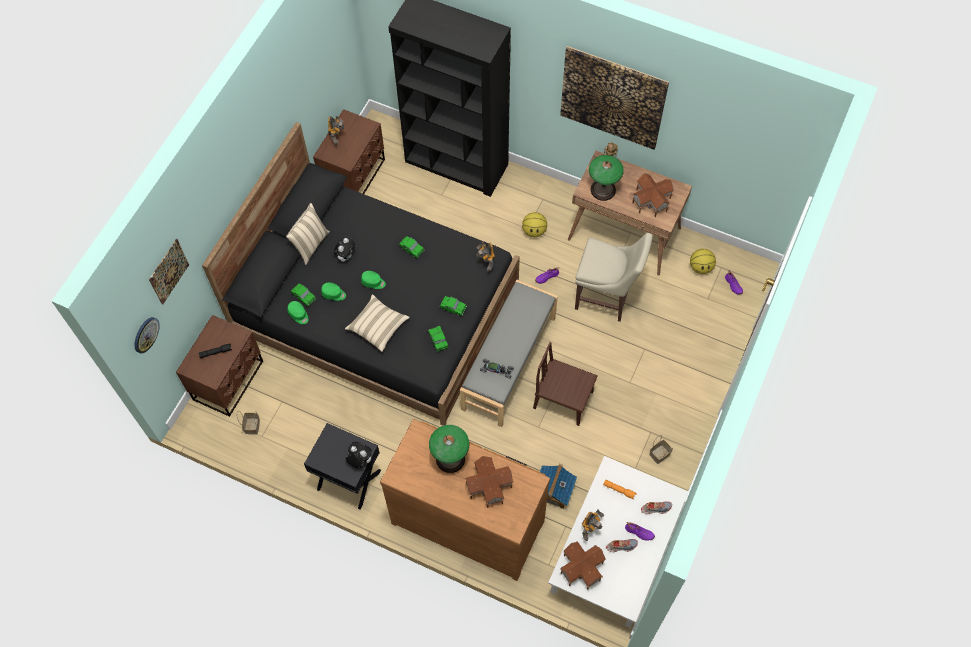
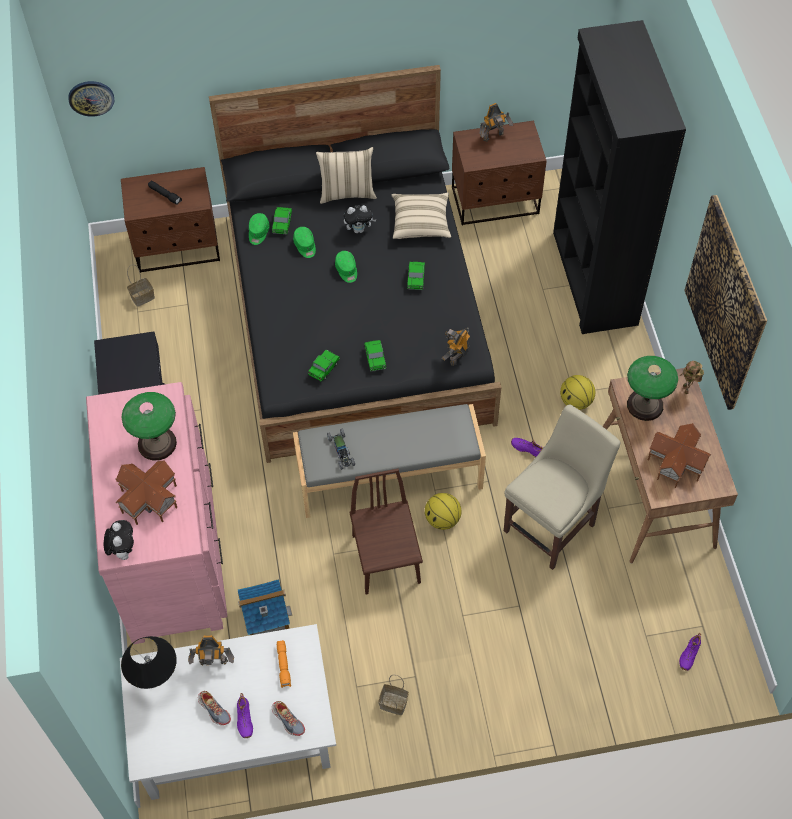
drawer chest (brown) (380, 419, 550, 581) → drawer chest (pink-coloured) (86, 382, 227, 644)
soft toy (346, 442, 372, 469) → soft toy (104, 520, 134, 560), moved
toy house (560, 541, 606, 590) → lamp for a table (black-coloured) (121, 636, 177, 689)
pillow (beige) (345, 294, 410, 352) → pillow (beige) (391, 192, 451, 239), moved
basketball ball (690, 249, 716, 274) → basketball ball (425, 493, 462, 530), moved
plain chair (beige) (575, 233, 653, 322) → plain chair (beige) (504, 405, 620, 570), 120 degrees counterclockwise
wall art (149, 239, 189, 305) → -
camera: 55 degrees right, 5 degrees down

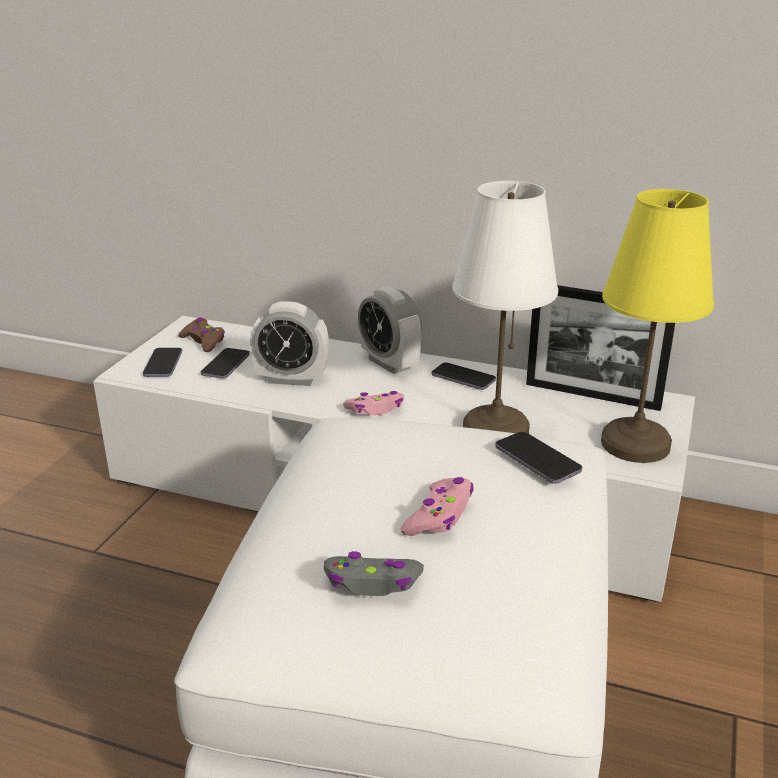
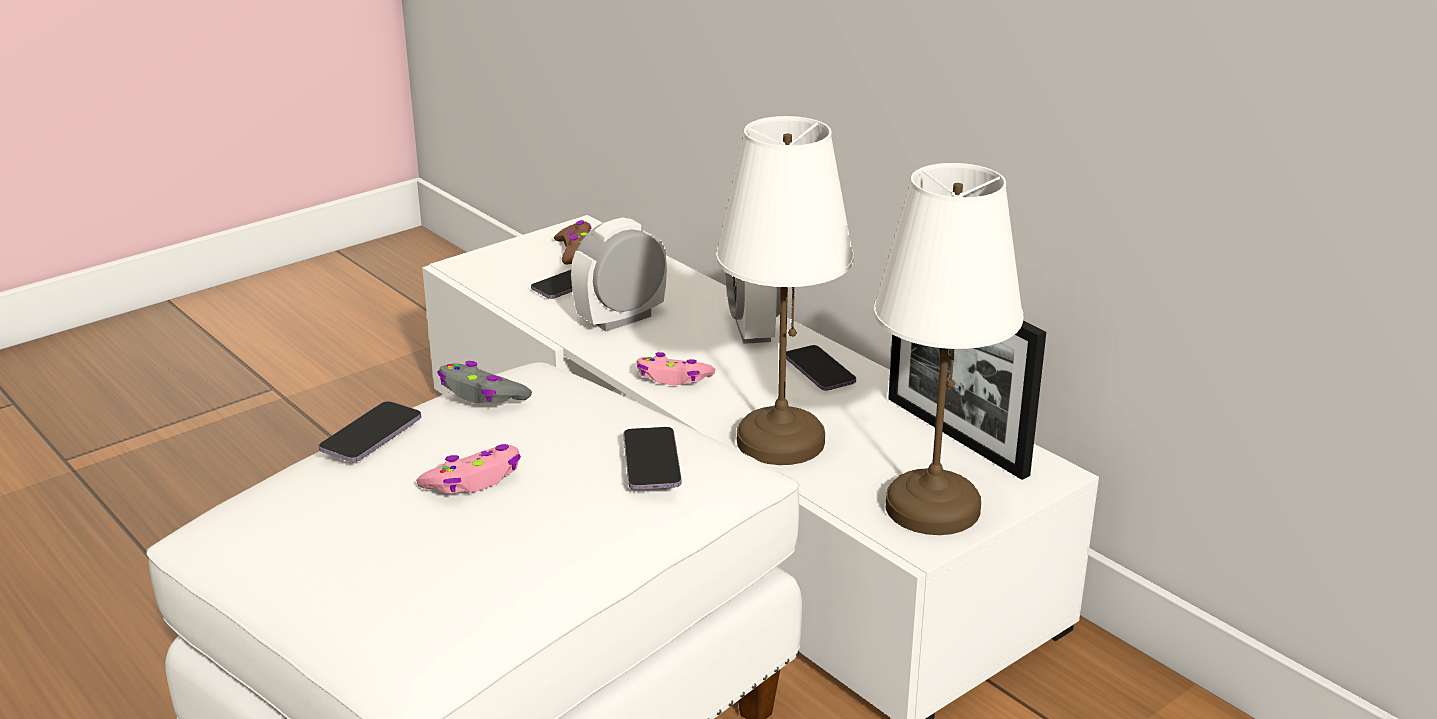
telephone (143, 348, 182, 377) → telephone (319, 401, 421, 462), moved
game controller (grey) (324, 551, 424, 596) → game controller (grey) (437, 361, 532, 404), moved
alarm clock (250, 301, 328, 386) → alarm clock (571, 217, 667, 331), 105 degrees clockwise
lamp for a table (yellow) (601, 189, 714, 463) → lamp for a table (white) (874, 163, 1023, 535)
camera: 30 degrees right, 0 degrees up

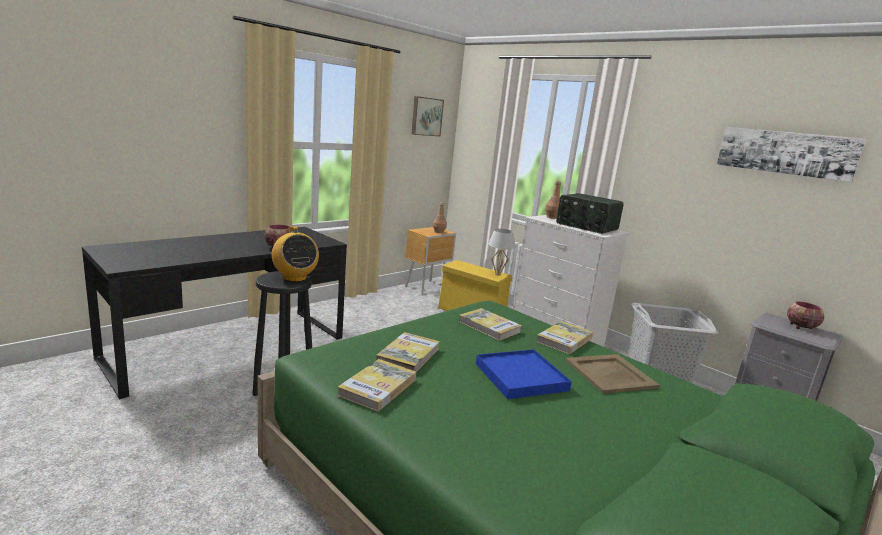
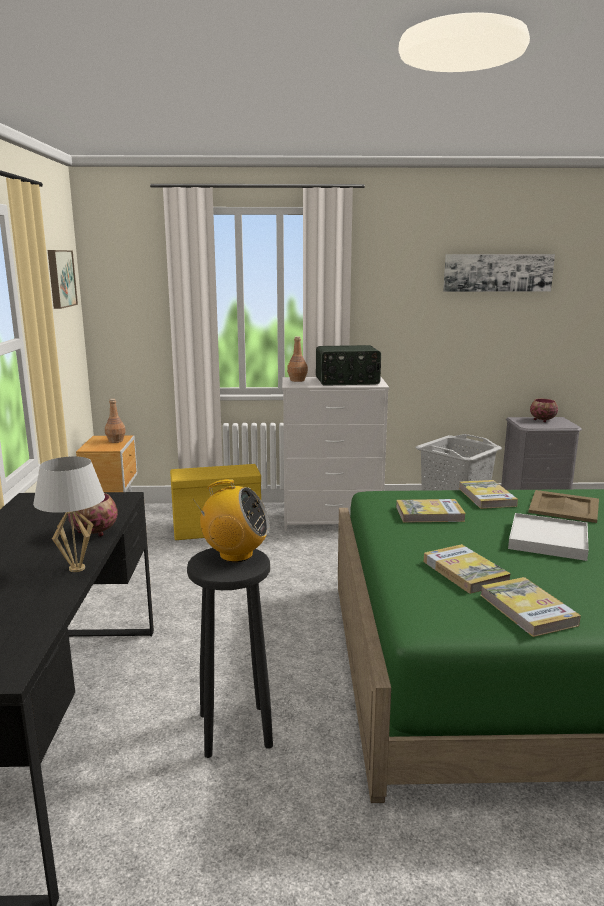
lamp for a table (white) (488, 229, 515, 276) → lamp for a table (white) (33, 456, 105, 572), moved
carrying tray (blue-coloured) (476, 349, 572, 399) → carrying tray (white) (508, 513, 589, 561)
camera: 45 degrees left, 0 degrees up

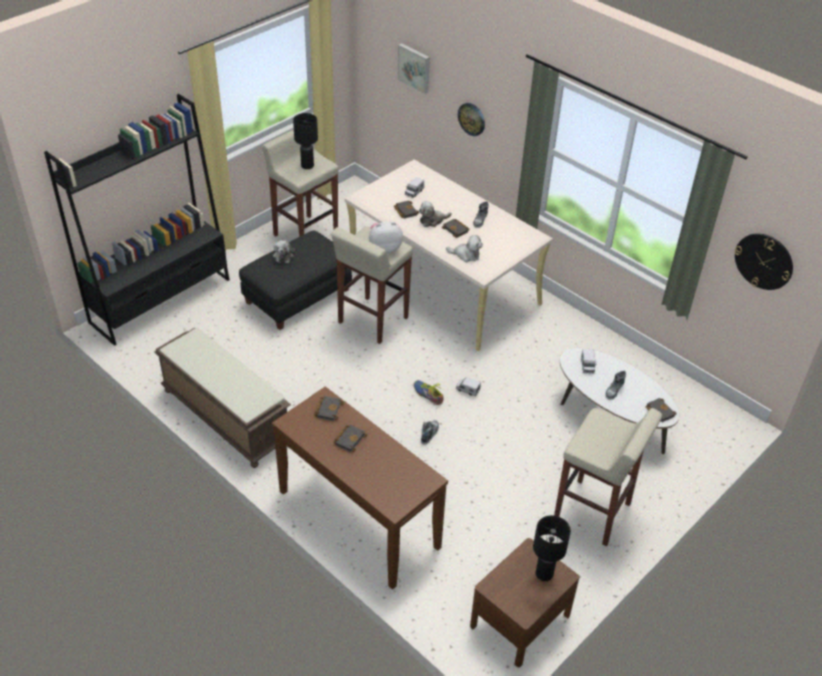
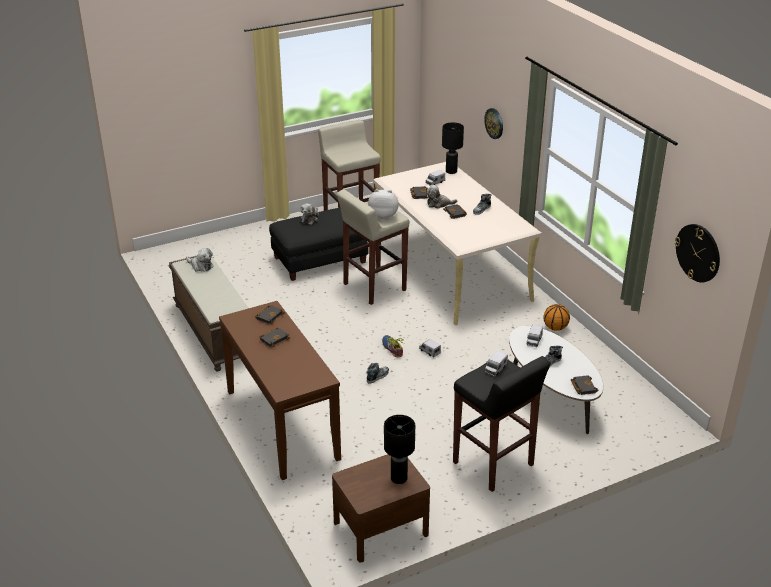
soft toy (446, 235, 483, 262) → soft toy (186, 248, 214, 272), moved
lamp for a table (black-coloured) (293, 113, 318, 169) → lamp for a table (black-coloured) (442, 122, 464, 174), moved
stool seat (beige) (554, 408, 662, 547) → stool seat (black-coloured) (453, 356, 550, 492)
- → model truck (485, 351, 508, 376)
- → basketball ball (543, 304, 570, 331)
bookcase (black-coloured) (44, 94, 230, 346) → -
wall art (397, 43, 430, 94) → -
camera: 20 degrees right, 10 degrees down

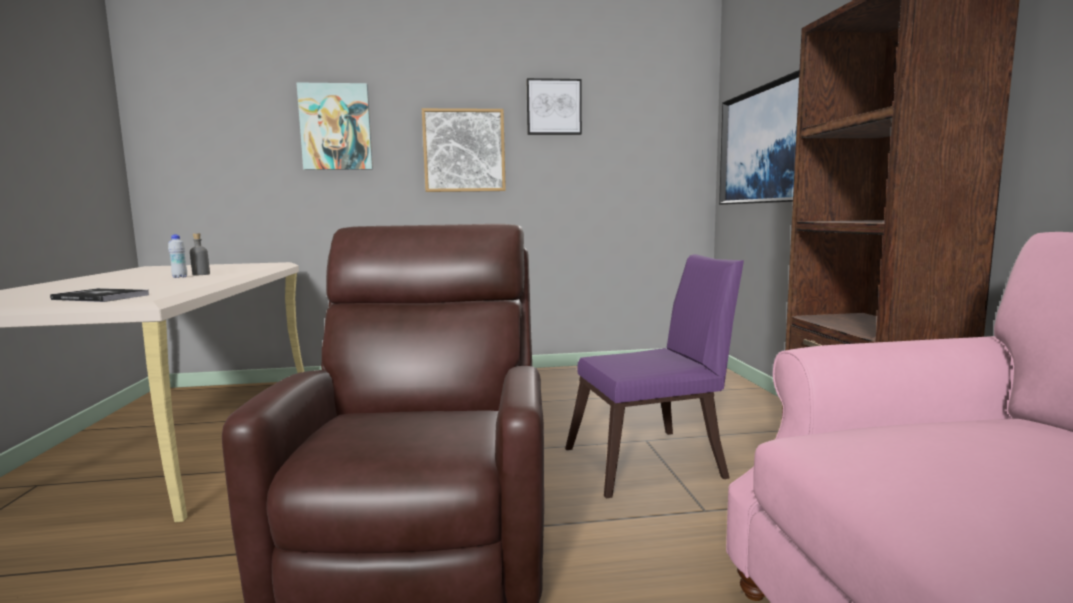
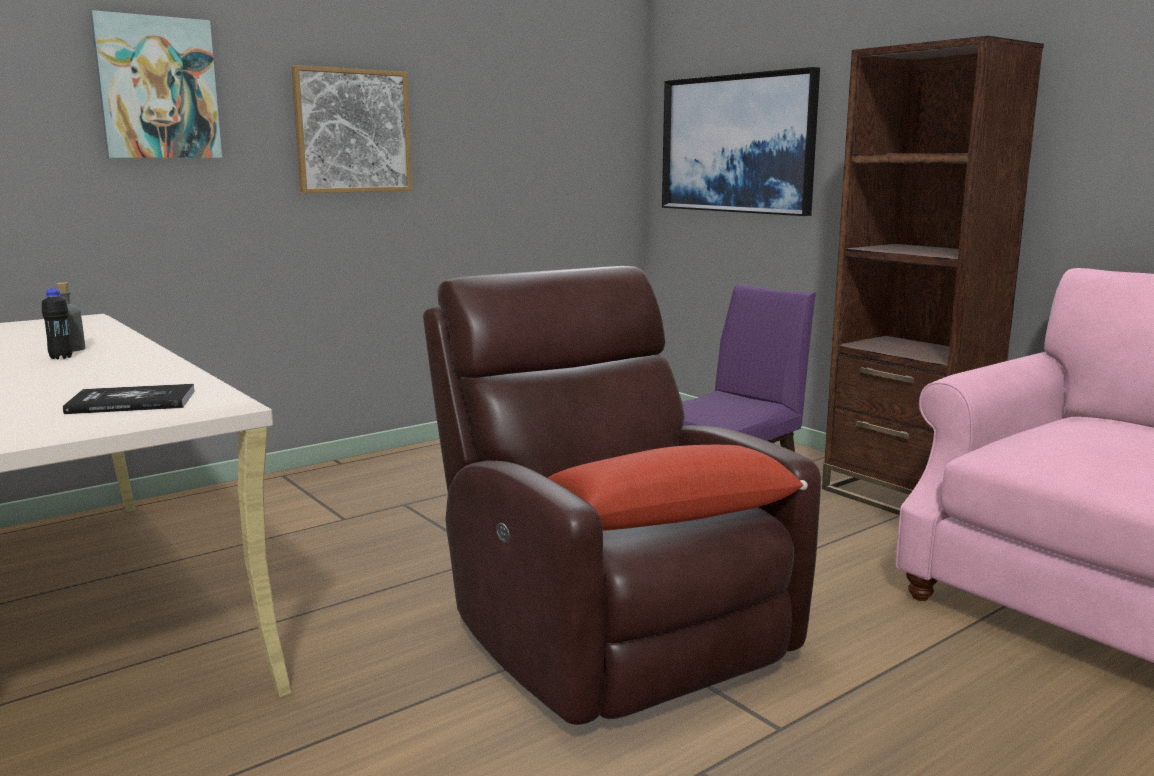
bottle (white) (168, 234, 187, 278) → bottle (black-coloured) (42, 288, 73, 359)
- → pillow (reddish) (548, 445, 808, 531)
wall art (526, 78, 582, 135) → -
camera: 30 degrees left, 5 degrees up

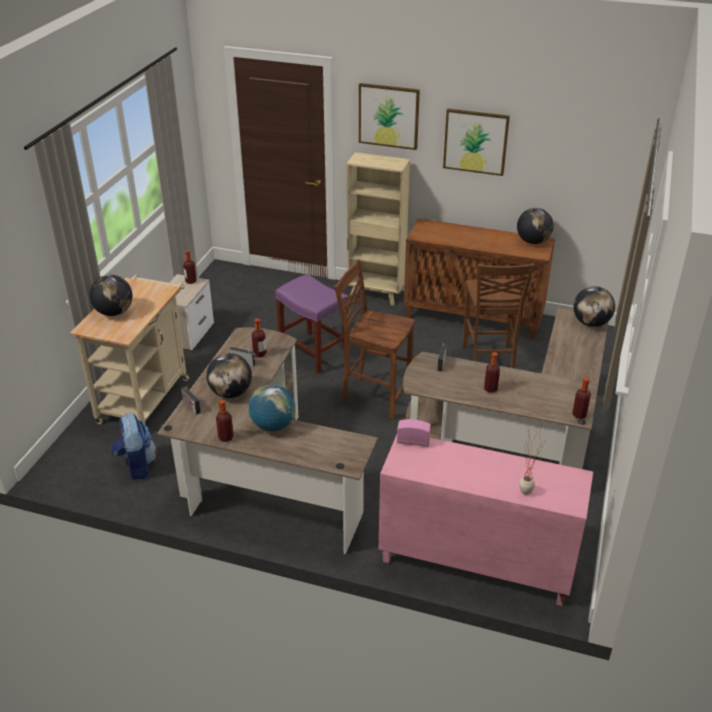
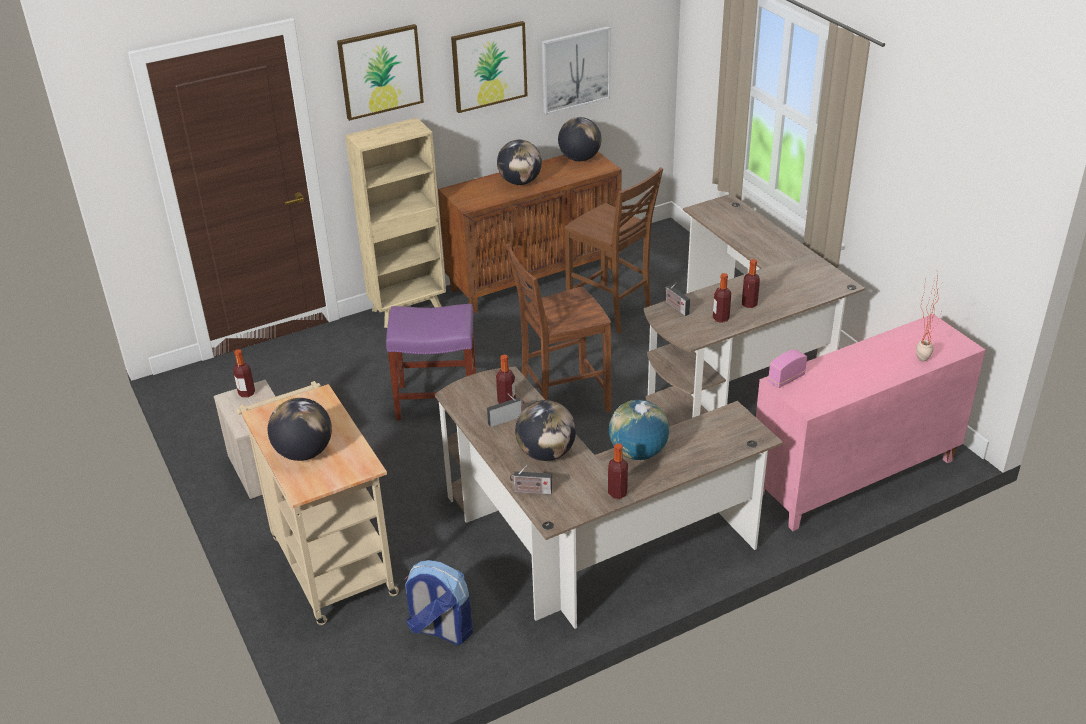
world globe (573, 286, 615, 327) → world globe (497, 140, 542, 185), moved
- → wall art (542, 26, 611, 115)
bottle (572, 378, 591, 419) → bottle (713, 273, 731, 323), moved
camera: 45 degrees left, 0 degrees up

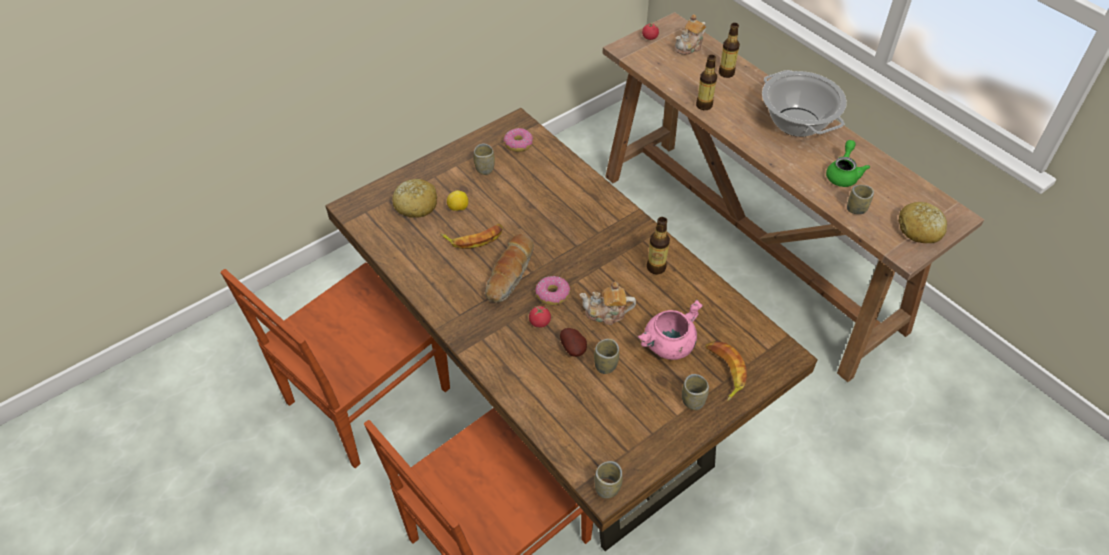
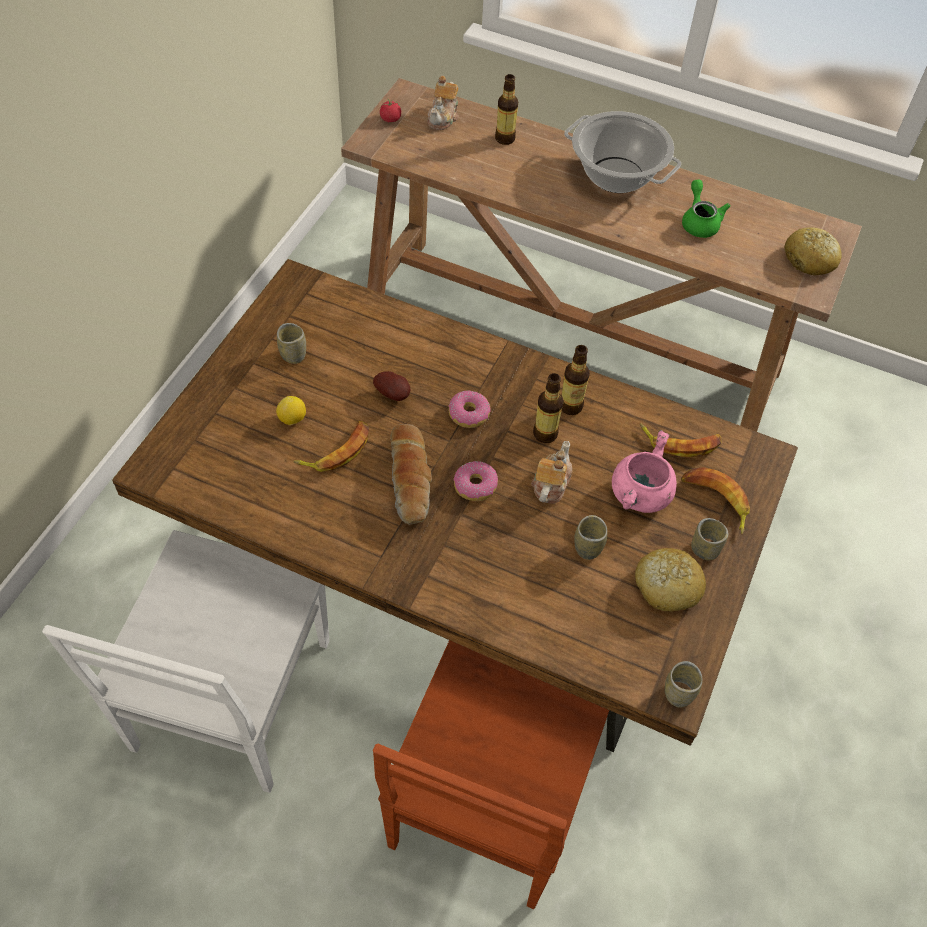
plain chair (brown) (221, 262, 450, 468) → plain chair (white) (42, 530, 329, 793)
potato (560, 328, 587, 357) → potato (373, 371, 410, 401), moved
doughnut (504, 128, 533, 152) → doughnut (448, 390, 491, 428), moved
teapot (580, 282, 636, 325) → teapot (531, 441, 573, 504), 135 degrees clockwise
bottle (696, 55, 717, 110) → bottle (533, 373, 564, 443), moved
baked bread (392, 179, 437, 218) → baked bread (635, 548, 706, 611), moved
- → banana fruit (640, 423, 722, 457)
tomato (529, 306, 551, 328) → -
cup (847, 185, 874, 214) → -
camera: 30 degrees left, 5 degrees up

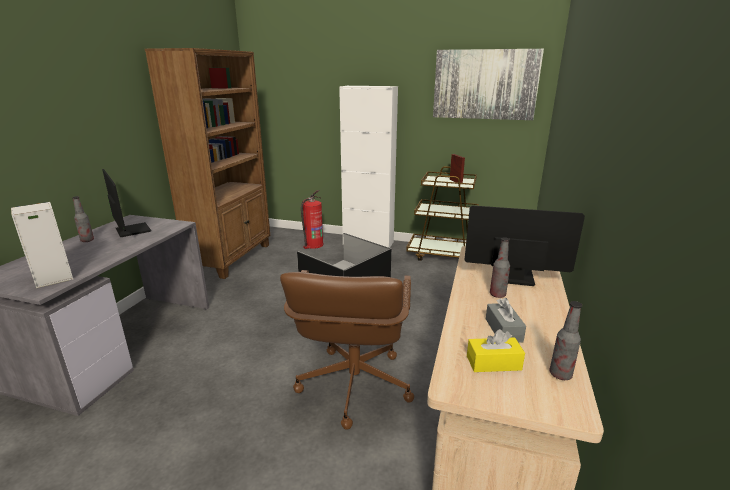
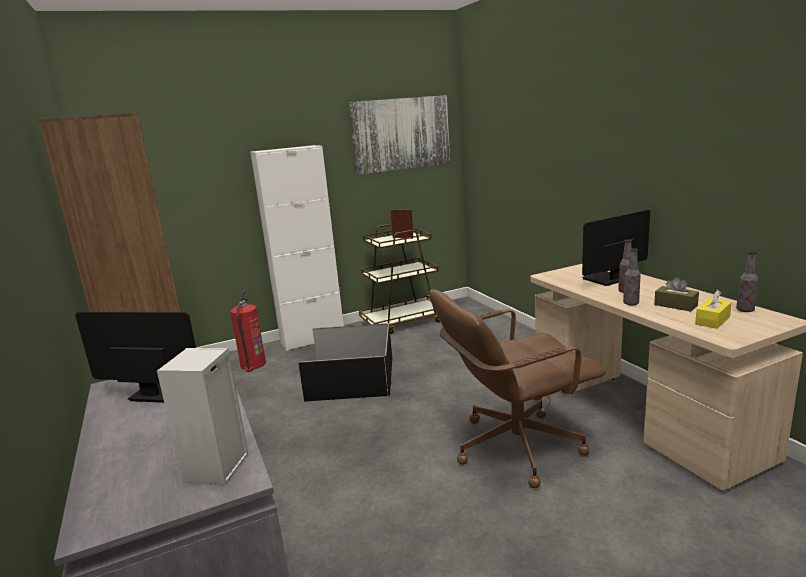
desk chair (brown) (280, 270, 414, 429) → desk chair (brown) (429, 289, 606, 488), 105 degrees clockwise
bottle (72, 196, 94, 242) → bottle (623, 248, 641, 305), moved
tissue box (grey) (486, 298, 526, 343) → tissue box (brown) (654, 277, 699, 311)
camera: 40 degrees left, 5 degrees down

